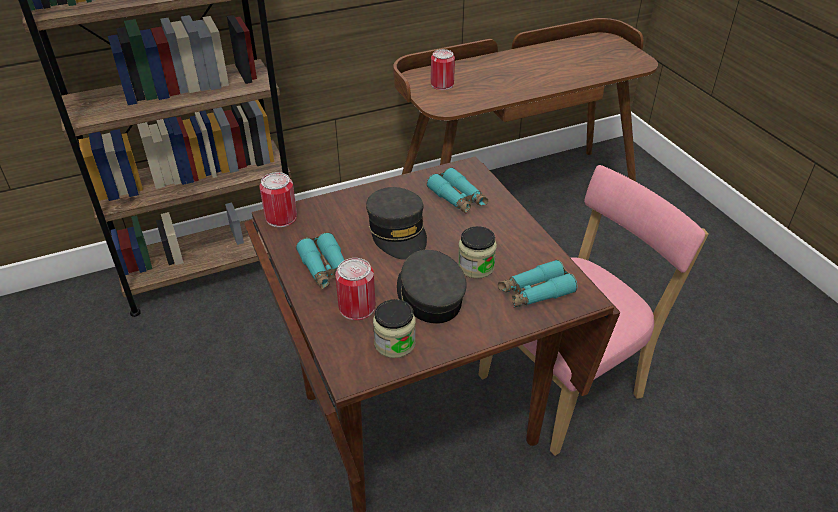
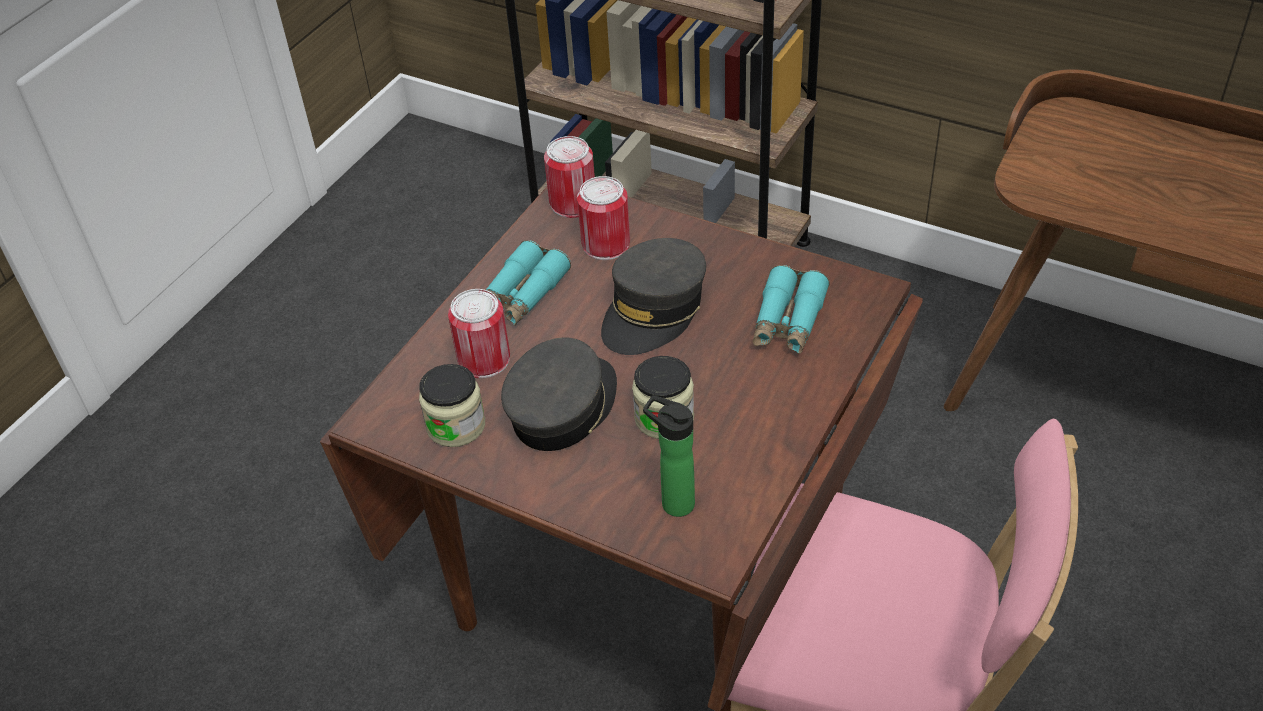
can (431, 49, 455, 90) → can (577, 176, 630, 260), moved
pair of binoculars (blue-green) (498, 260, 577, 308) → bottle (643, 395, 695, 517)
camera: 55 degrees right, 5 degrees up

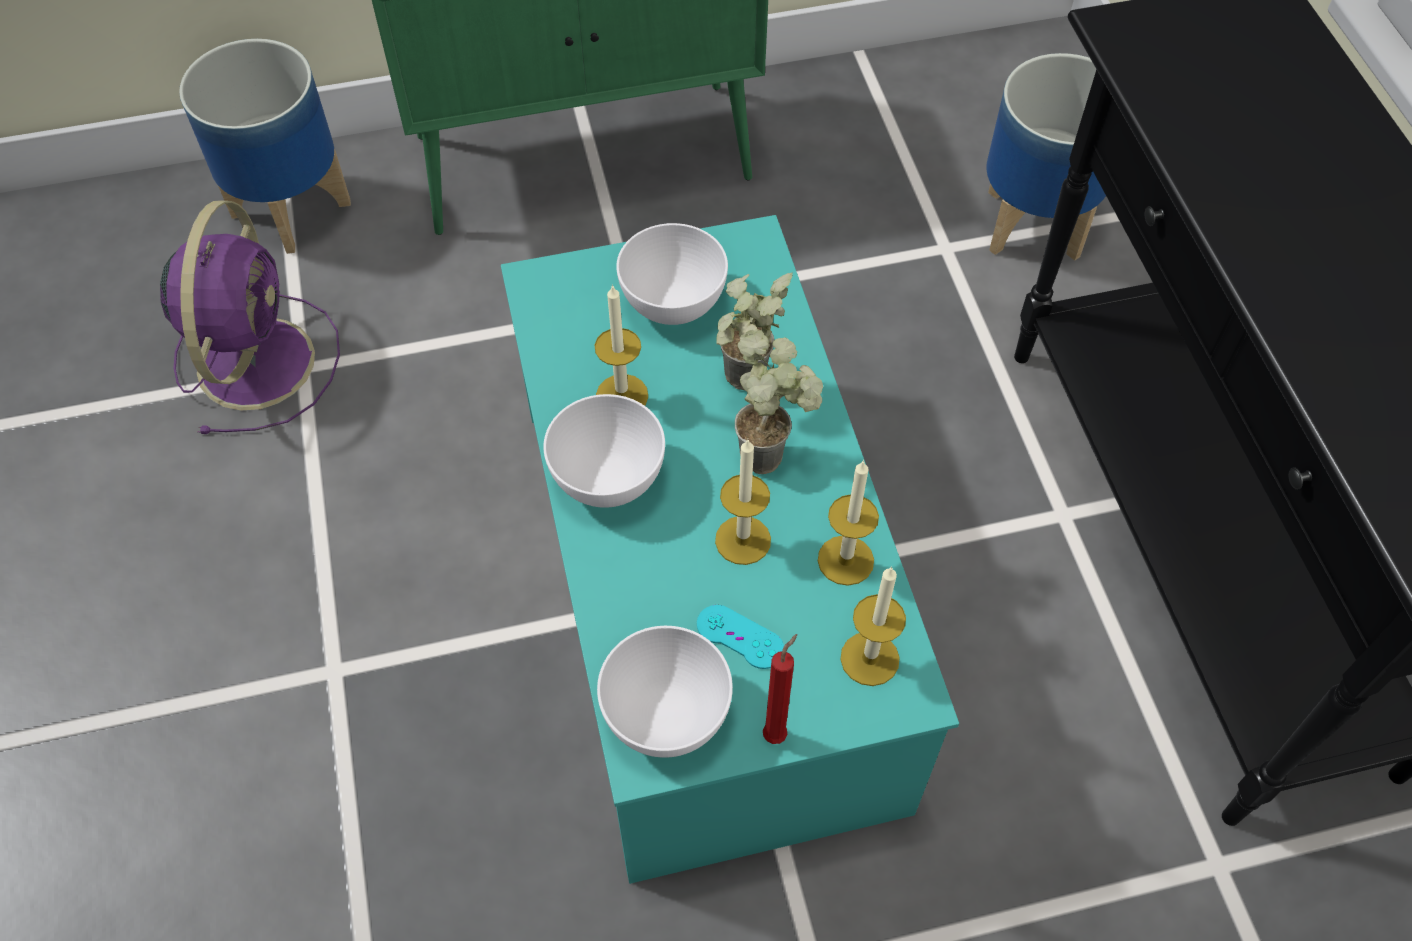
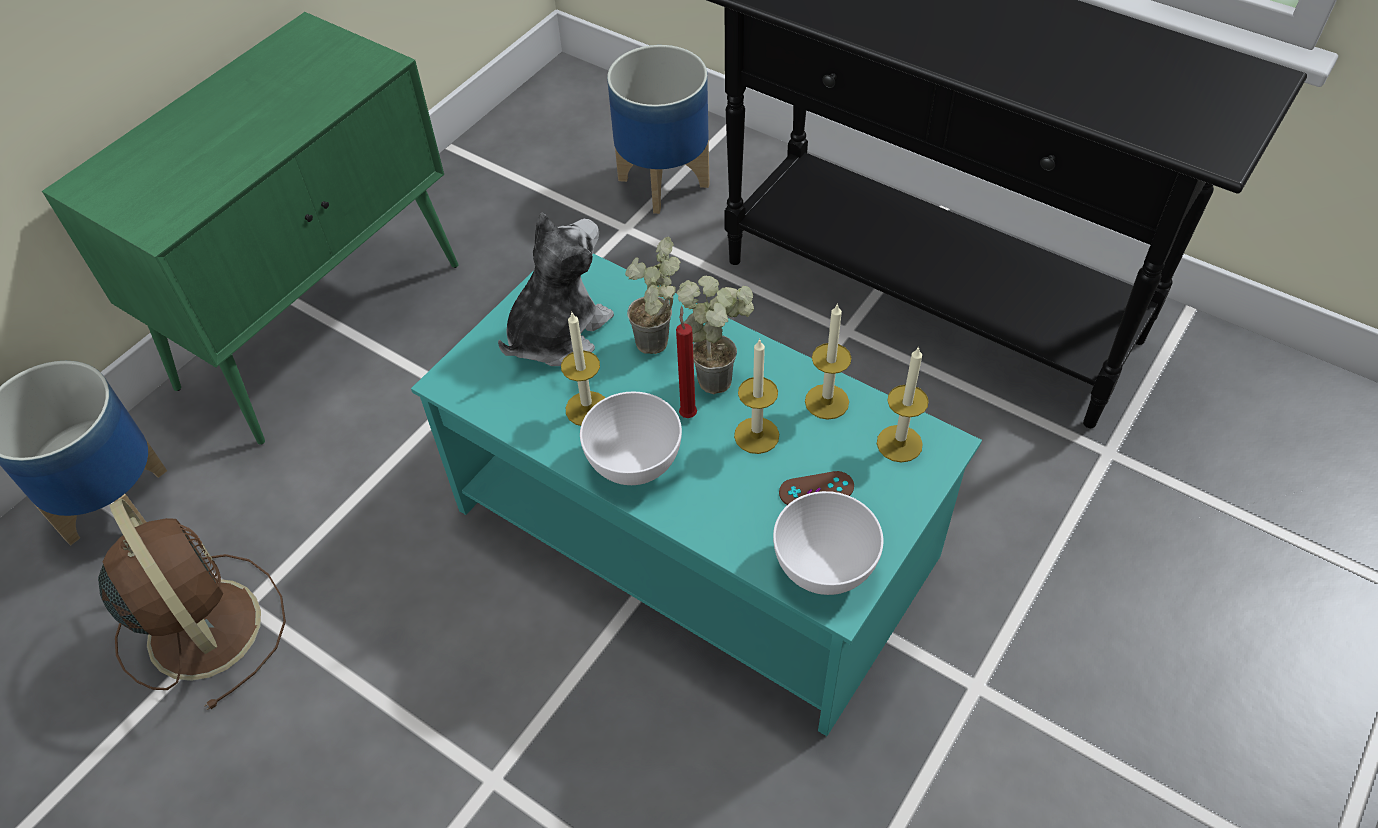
electric fan (purple-coloured) (160, 200, 340, 434) → electric fan (brown) (98, 498, 286, 710)
bowl (white) (616, 223, 728, 325) → soft toy (498, 213, 614, 366)
candle (reddish) (763, 634, 797, 744) → candle (reddish) (676, 306, 697, 418), moved
game controller (blue-green) (697, 605, 784, 669) → game controller (brown) (779, 471, 854, 505)
camera: 40 degrees left, 5 degrees down

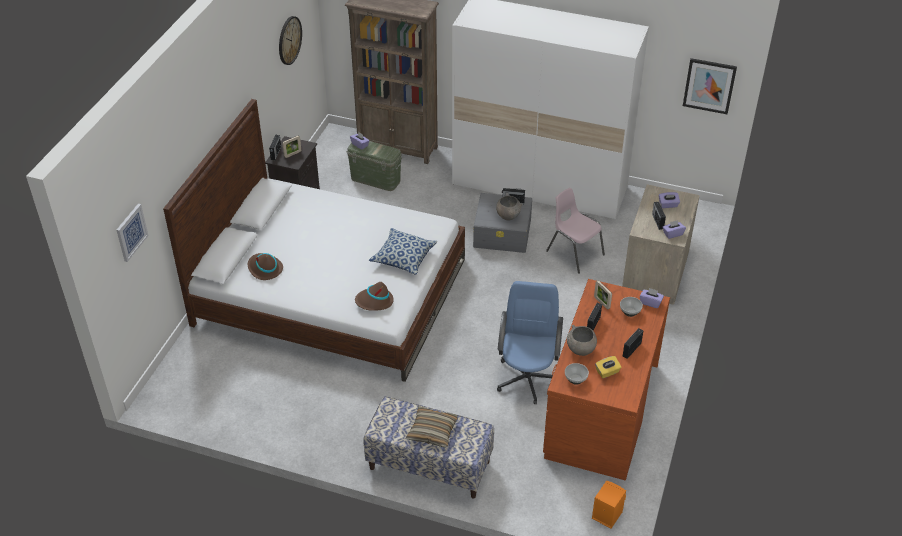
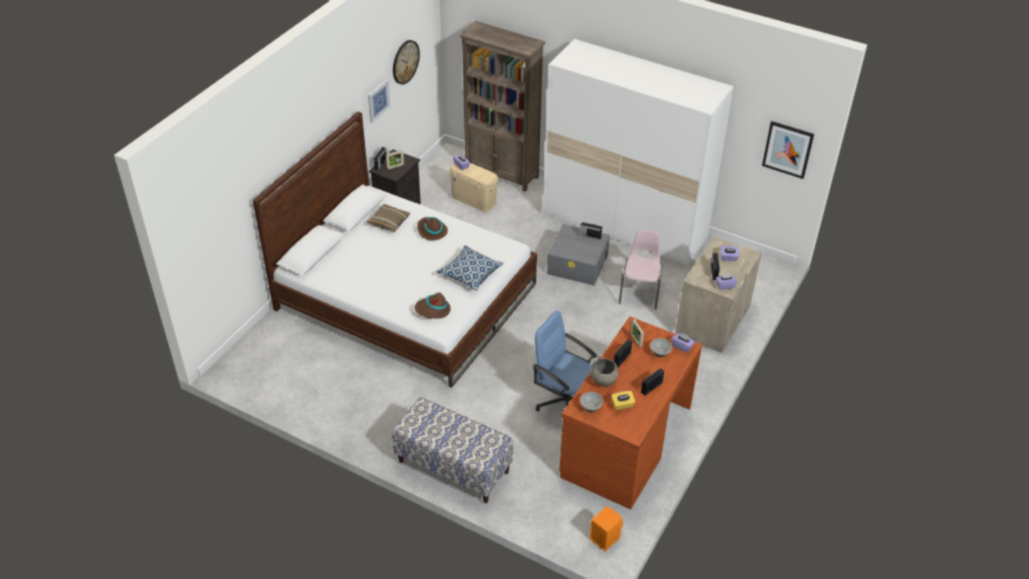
pillow (406, 407, 458, 447) → pillow (366, 204, 410, 232), moved
wall art (117, 204, 149, 262) → wall art (368, 79, 390, 123), moved
hat (brown) (248, 253, 283, 280) → hat (brown) (417, 217, 448, 240), moved
storage box (green-coloured) (347, 141, 402, 191) → storage box (beige) (449, 163, 498, 212)
desk chair (blue-coloured) (497, 281, 563, 404) → desk chair (blue-coloured) (533, 310, 597, 411), 75 degrees counterclockwise
plain chair (pink-coloured) (546, 188, 605, 274) → plain chair (pink-coloured) (619, 230, 662, 309), 45 degrees clockwise
bowl (grey) (496, 196, 523, 220) → -
camera: 10 degrees right, 0 degrees up

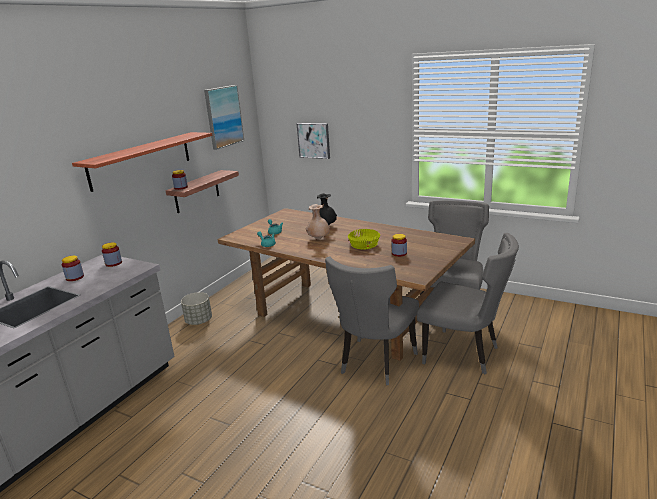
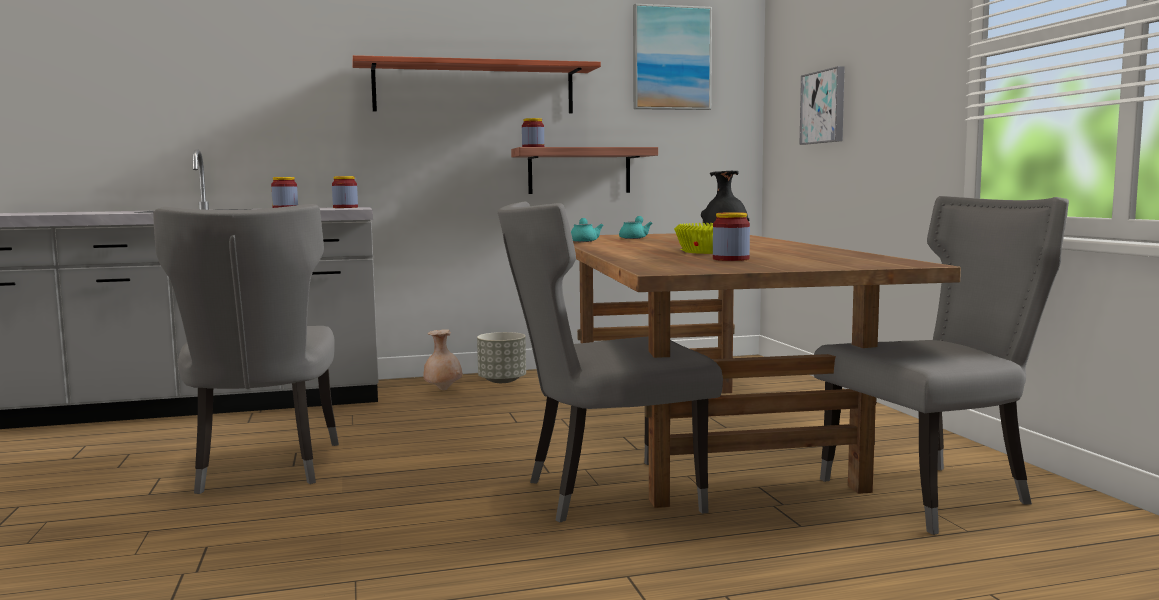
plain chair (grey) (417, 233, 519, 374) → plain chair (grey) (153, 204, 339, 494), moved
vase (beige) (306, 204, 330, 240) → vase (beige) (423, 329, 462, 390), moved
camera: 45 degrees right, 15 degrees down

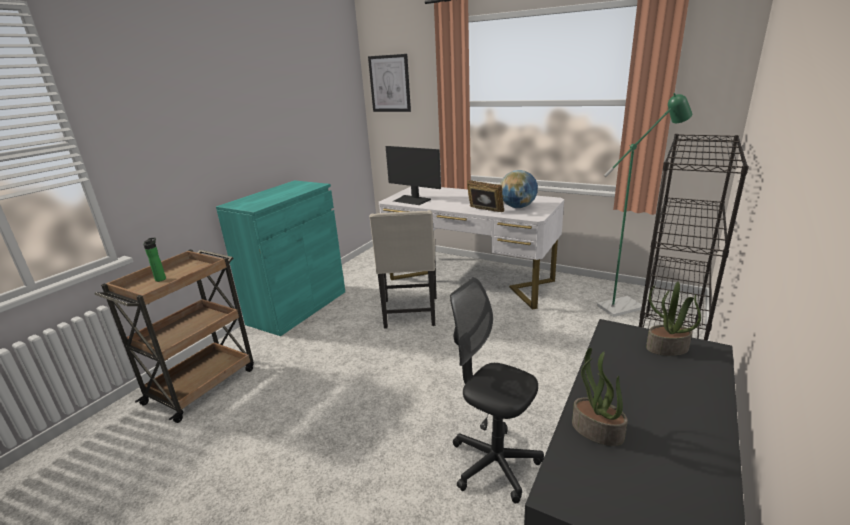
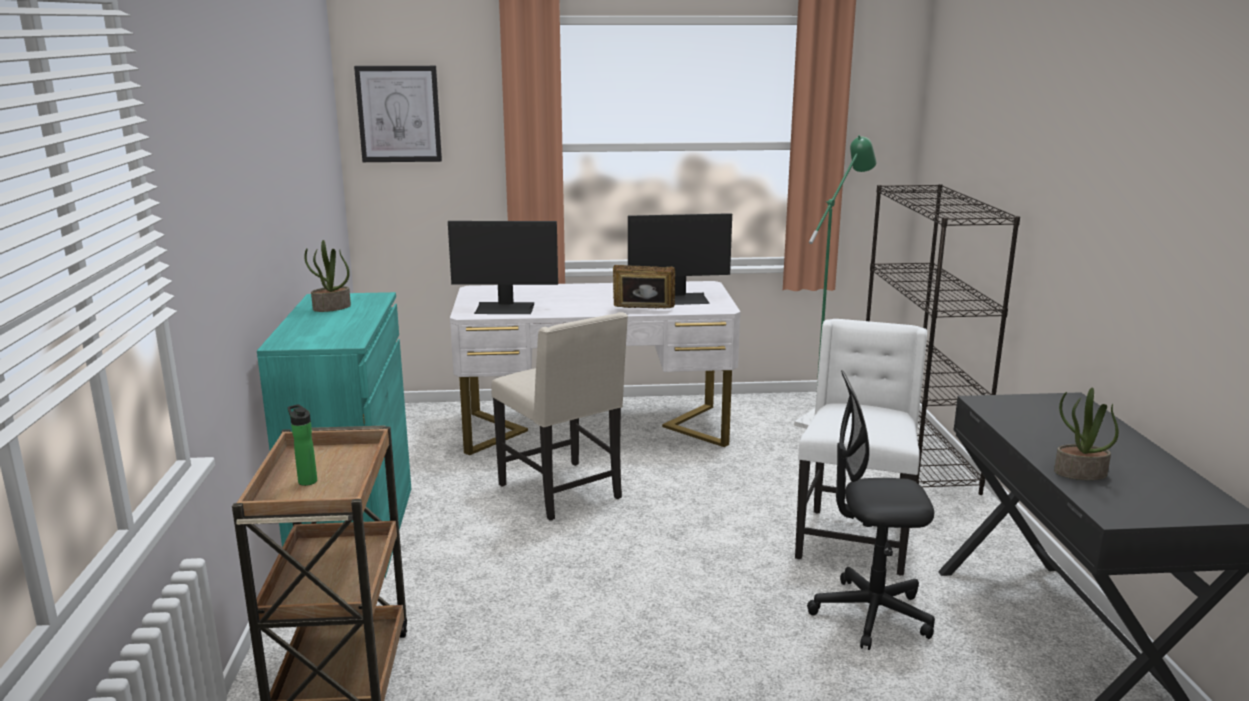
houseplant (646, 282, 701, 356) → houseplant (304, 240, 351, 312), moved
world globe (500, 170, 538, 208) → monitor (628, 213, 732, 305)
- → plain chair (white) (795, 319, 927, 576)
camera: 35 degrees left, 5 degrees down

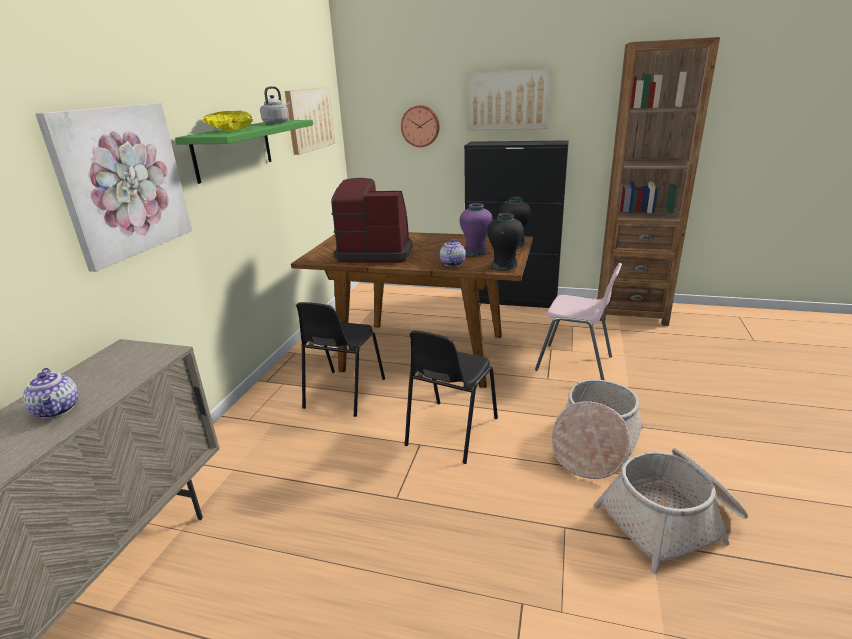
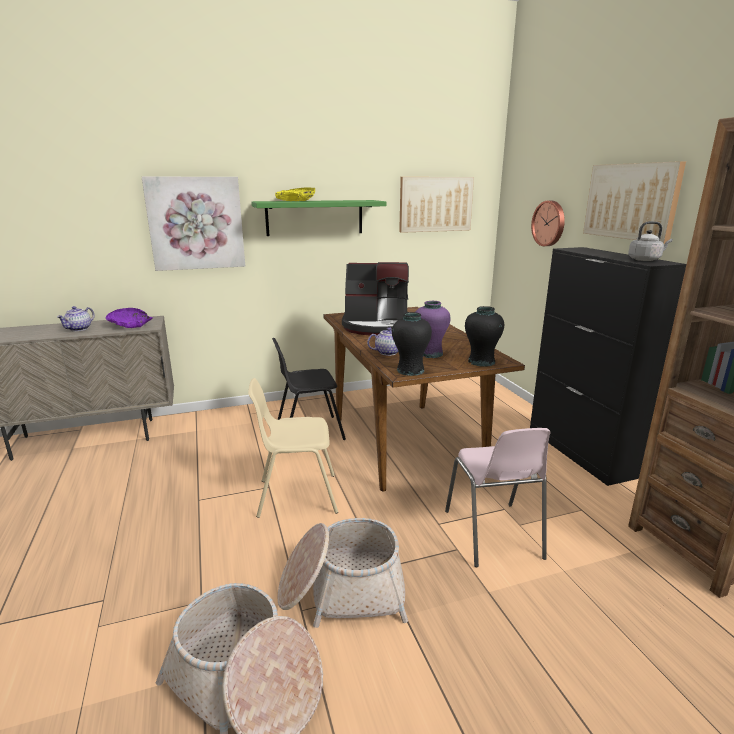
- → bowl (purple-coloured) (105, 308, 153, 328)
plain chair (black-coloured) (405, 330, 498, 464) → plain chair (beige) (248, 378, 338, 518)
coffee machine (331, 178, 413, 263) → coffee machine (342, 262, 409, 336), 120 degrees clockwise
tea kettle (grey) (260, 86, 290, 124) → tea kettle (grey) (628, 221, 673, 261), moved
camera: 55 degrees right, 5 degrees down

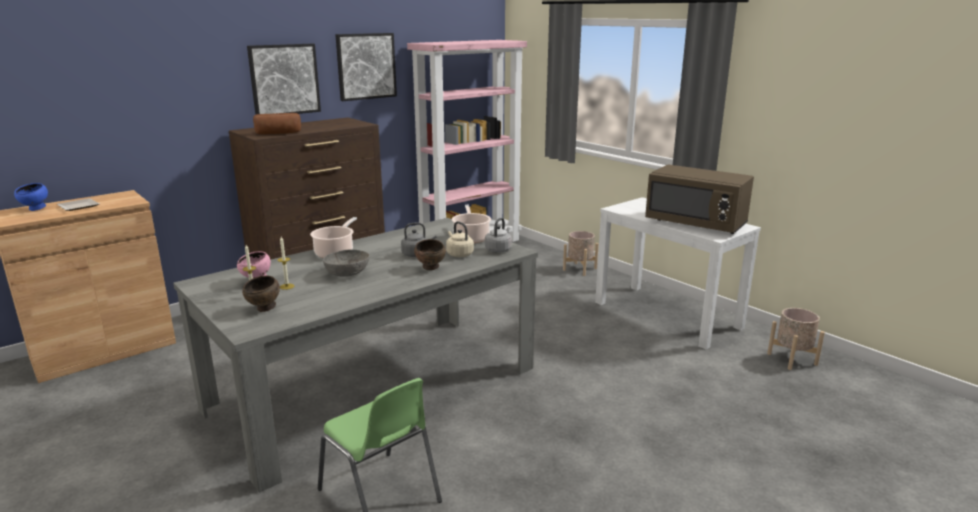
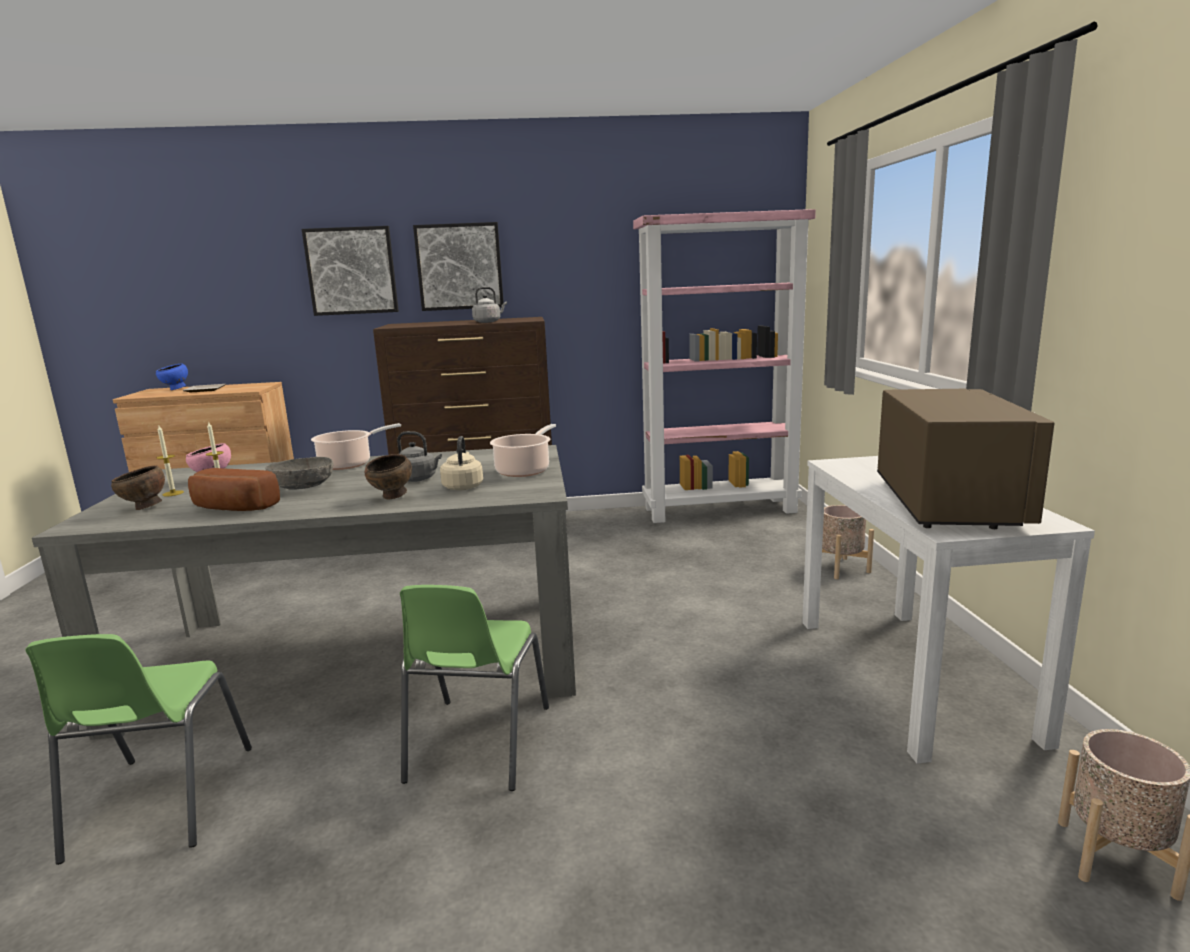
baked bread (253, 113, 301, 135) → baked bread (188, 468, 280, 511), moved
wall art (335, 33, 397, 101) → wall art (302, 226, 399, 316), moved
- → plain chair (green-coloured) (400, 585, 549, 791)
tea kettle (grey) (485, 218, 512, 253) → tea kettle (grey) (472, 287, 507, 323), moved
microwave (brown) (645, 165, 754, 234) → microwave (brown) (877, 389, 1055, 529), 150 degrees counterclockwise
camera: 35 degrees right, 5 degrees down

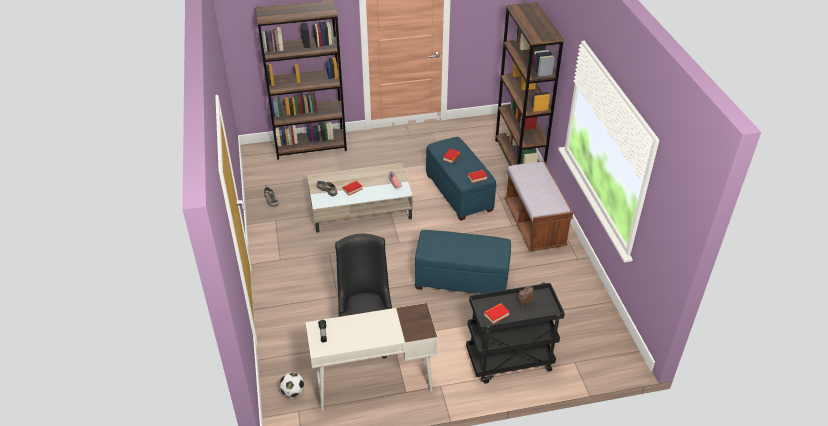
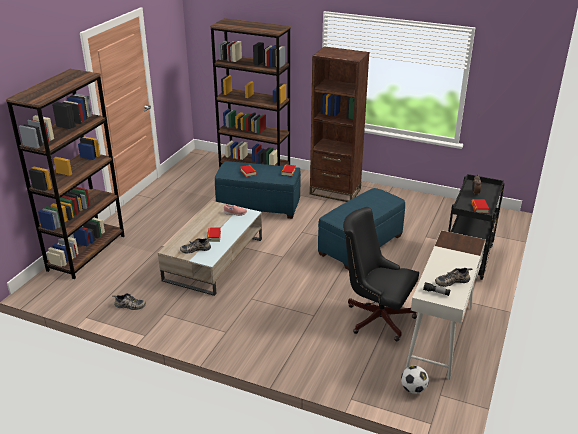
bench (brown) (505, 161, 573, 251) → bookcase (brown) (310, 46, 370, 202)
- → shoe (435, 268, 473, 287)
camera: 55 degrees left, 10 degrees down

